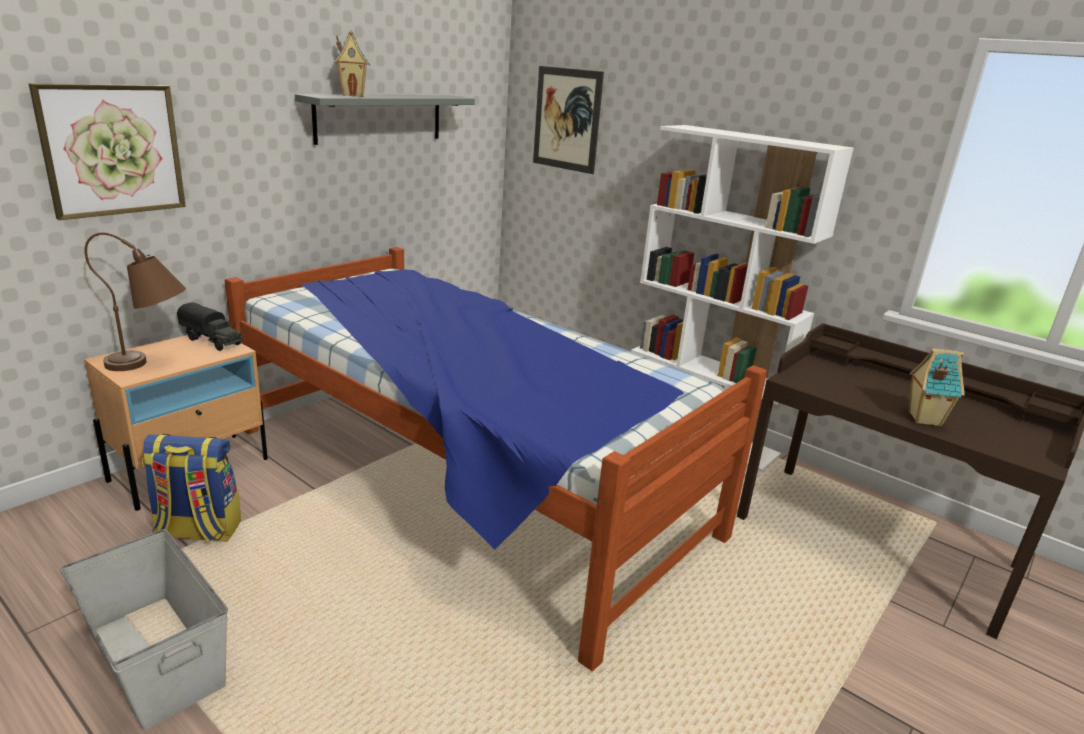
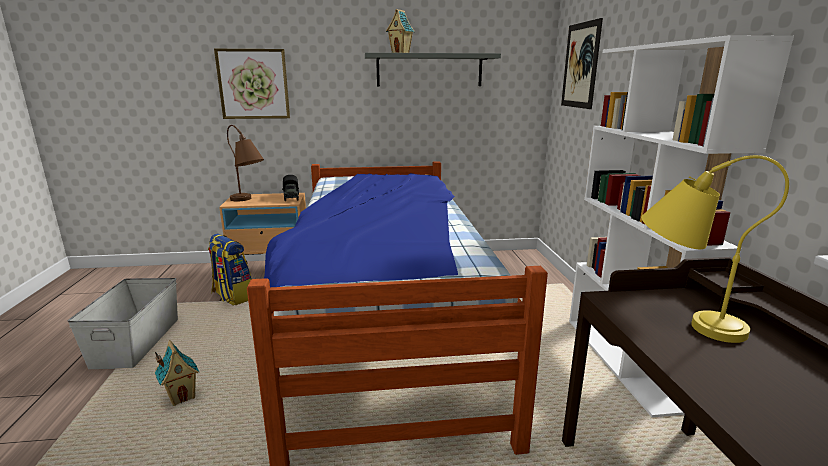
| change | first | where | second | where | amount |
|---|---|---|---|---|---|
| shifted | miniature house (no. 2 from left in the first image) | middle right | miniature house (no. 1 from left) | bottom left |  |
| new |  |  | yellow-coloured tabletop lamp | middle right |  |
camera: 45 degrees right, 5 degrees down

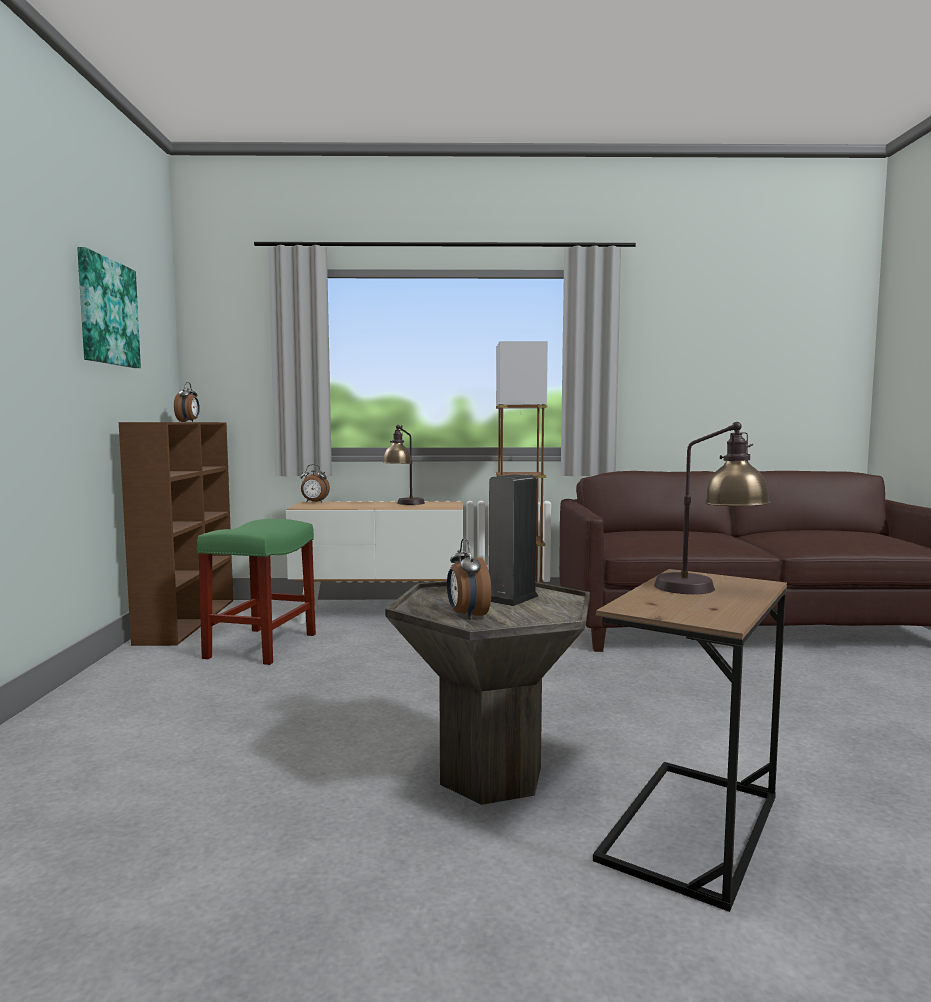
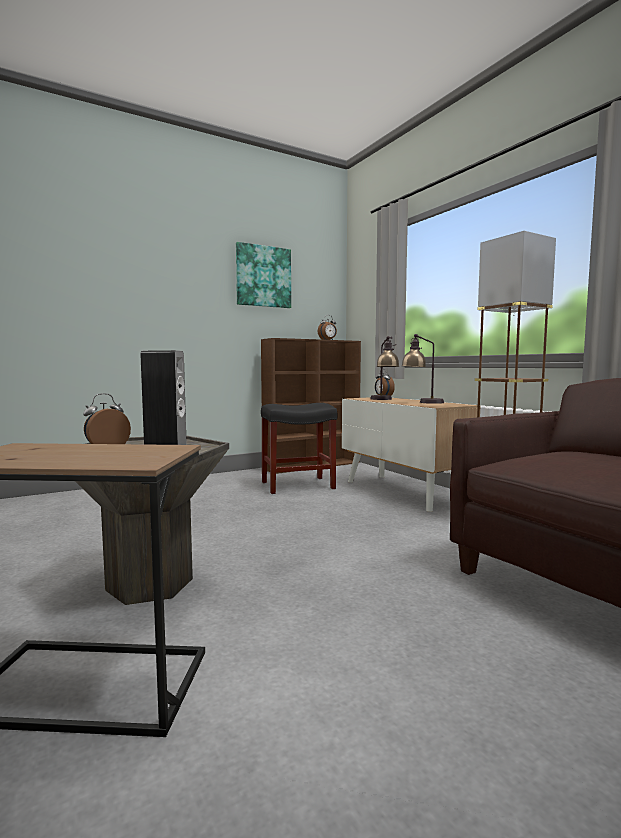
| change | first | where | second | where | amount |
|---|---|---|---|---|---|
| repainted | greenish stool | middle left | blackish stool | centre |  |
| shifted | tabletop lamp (no. 2 from left in the first image) | middle right | tabletop lamp (no. 1 from left) | centre |  |
camera: 60 degrees right, 0 degrees up

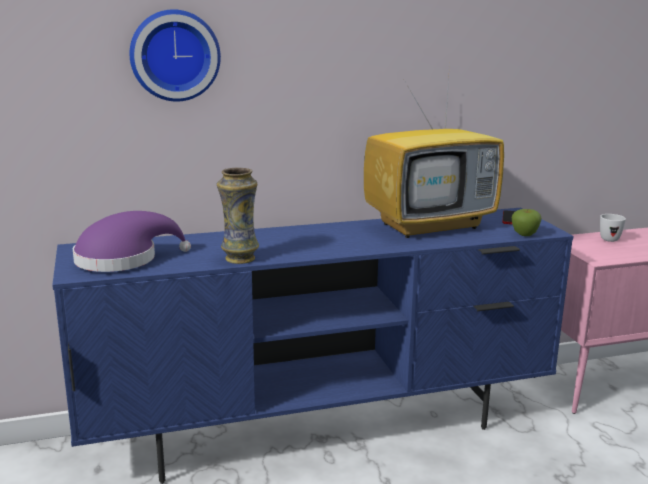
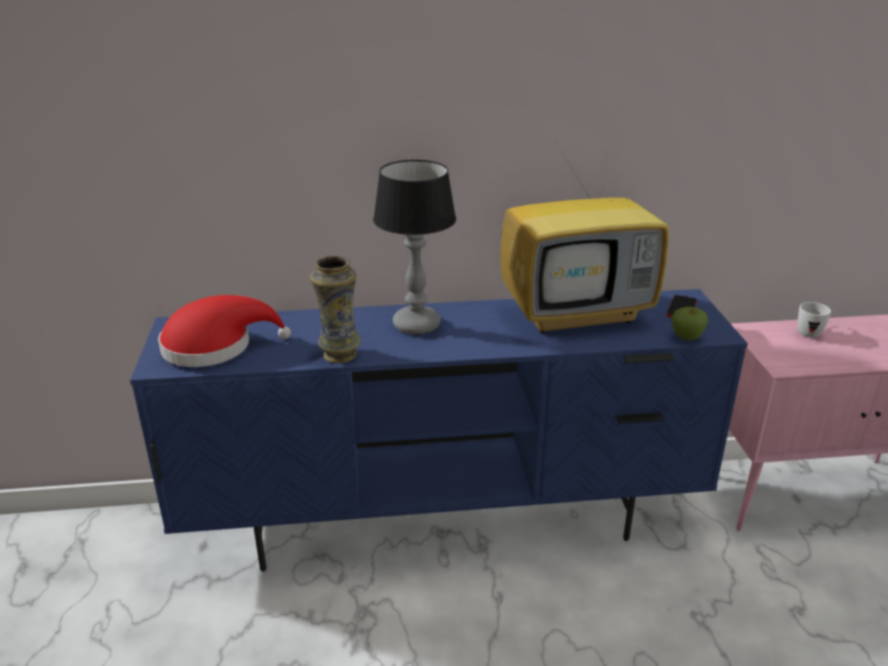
| change | first | where | second | where | amount |
|---|---|---|---|---|---|
| repainted | purplish wearable hat | middle left | reddish wearable hat | middle left |  |
| new |  |  | tabletop lamp | centre |  |
| gone | hanging clock | top left |  |  |  |
camera: 10 degrees right, 10 degrees up

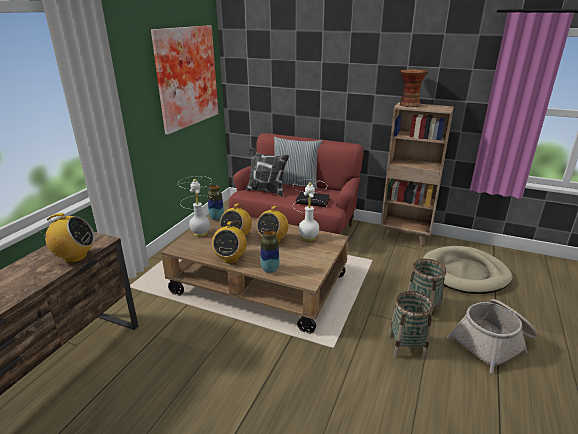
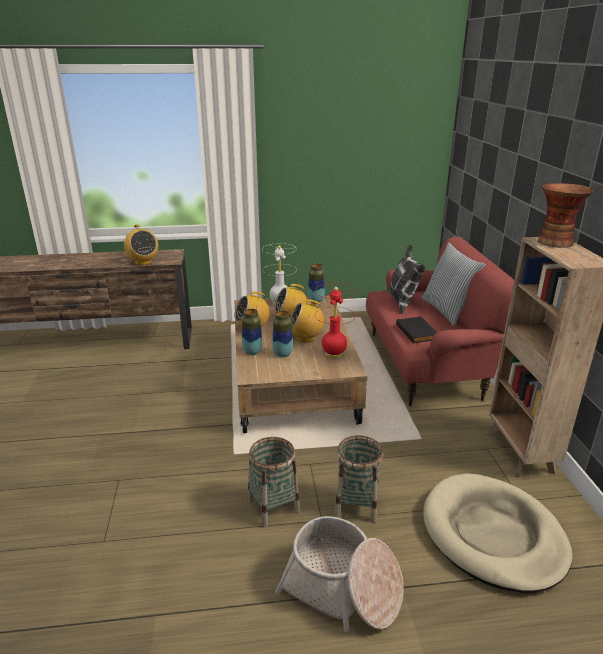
| change | first | where | second | where | amount |
|---|---|---|---|---|---|
| new |  |  | vase (no. 2 from left) | centre |  |
| repainted | whitish tabletop lamp (no. 2 from left) | centre | reddish tabletop lamp | centre |  |
| gone | wall art | top left |  |  |  |
camera: 60 degrees right, 0 degrees up

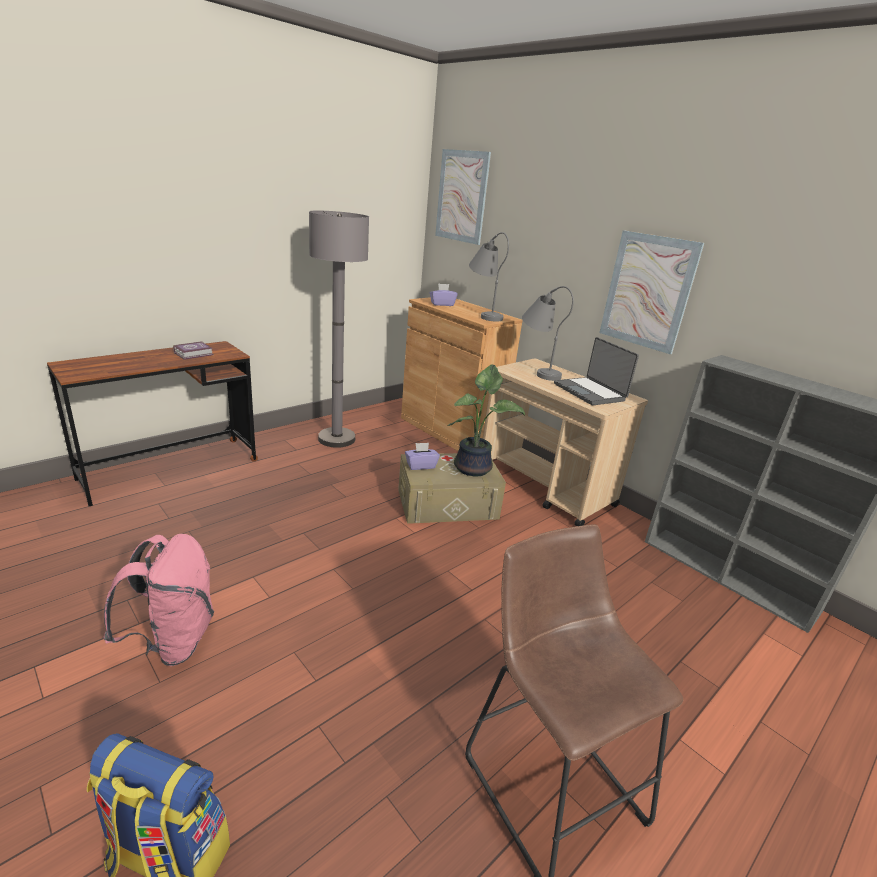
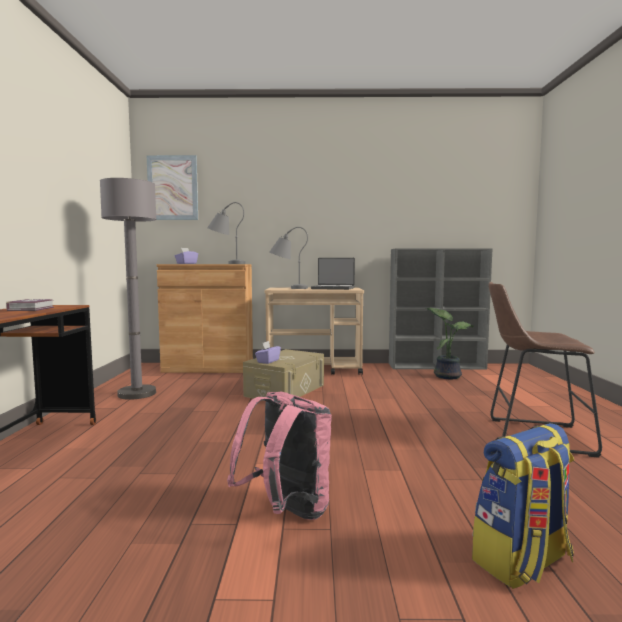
| change | first | where | second | where | amount |
|---|---|---|---|---|---|
| shifted | plant in a pot | centre |  | middle right |  |
| gone | wall art (no. 2 from left) | top right |  |  |  |
camera: 45 degrees left, 20 degrees down

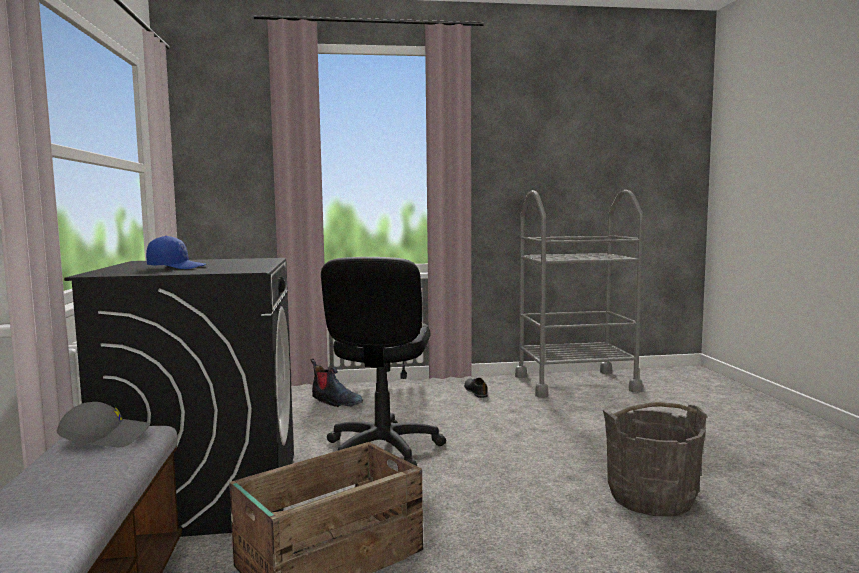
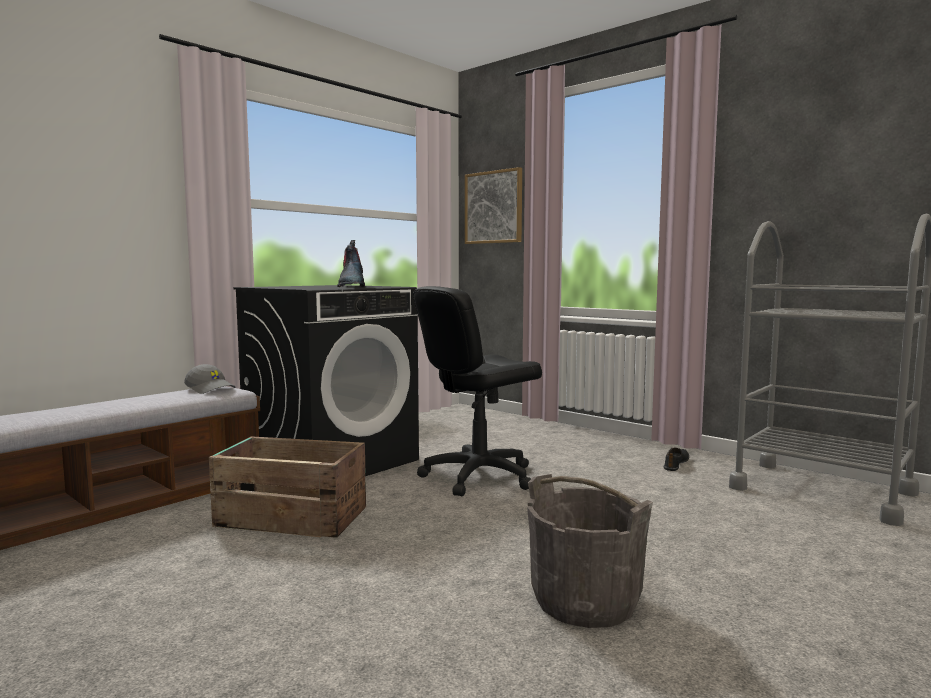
| change | first | where | second | where | amount |
|---|---|---|---|---|---|
| shifted | high-top boot | bottom centre |  | centre |  |
| new |  |  | wall art | top centre |  |
| gone | blue-coloured baseball cap | middle left |  |  |  |
camera: 50 degrees right, 0 degrees up

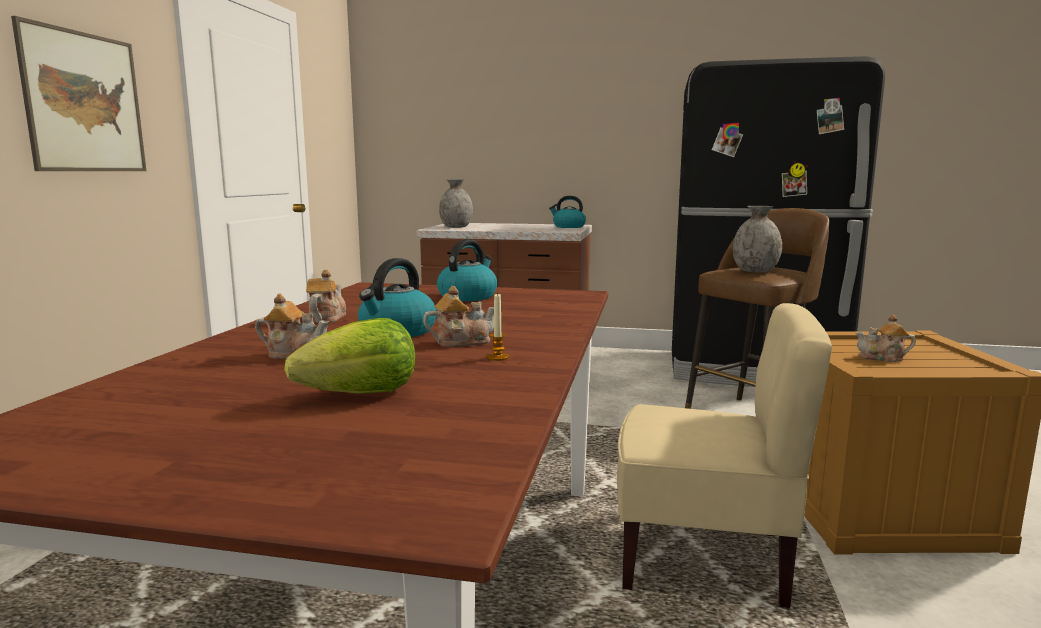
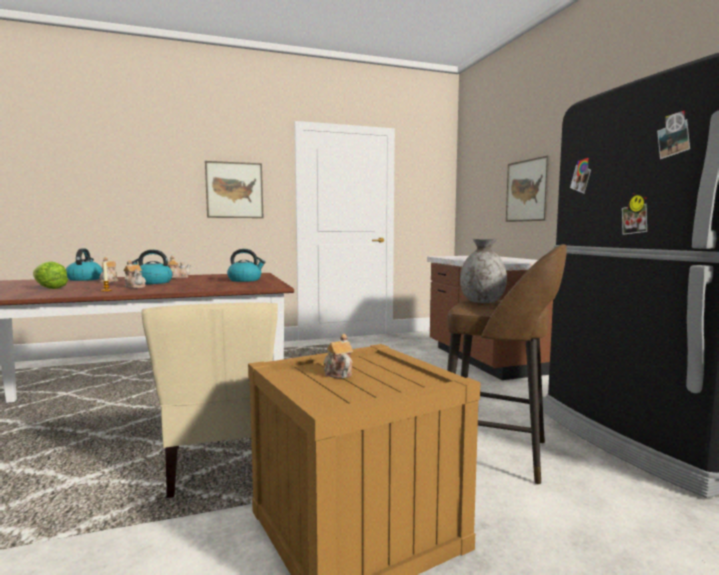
| change | first | where | second | where | amount |
|---|---|---|---|---|---|
| shifted | water kettle (no. 3 from left in the first image) | centre | water kettle (no. 1 from left) | middle left |  |
| new |  |  | wall art (no. 2 from left) | top right |  |
| gone | gray vase (no. 1 from left) | top centre |  |  |  |
camera: 60 degrees right, 5 degrees down

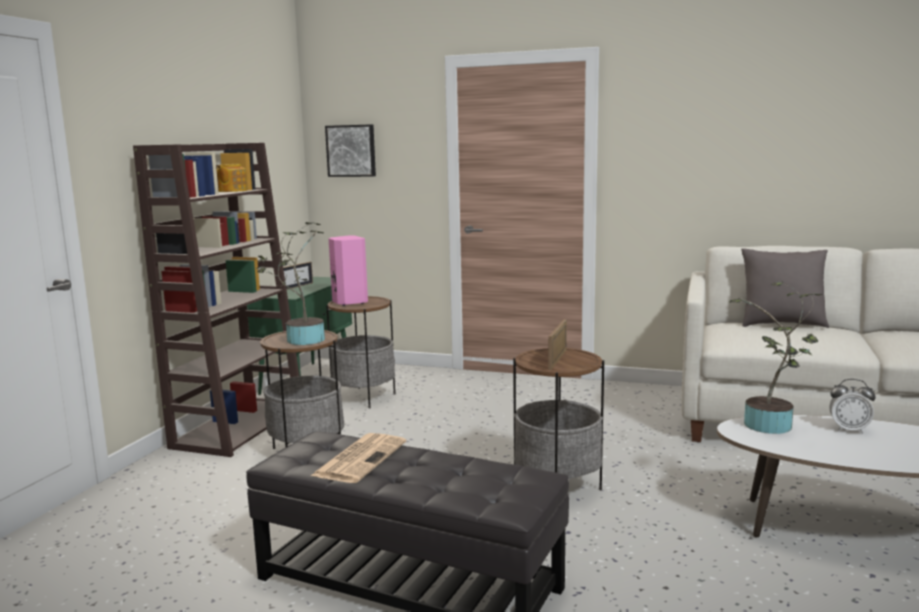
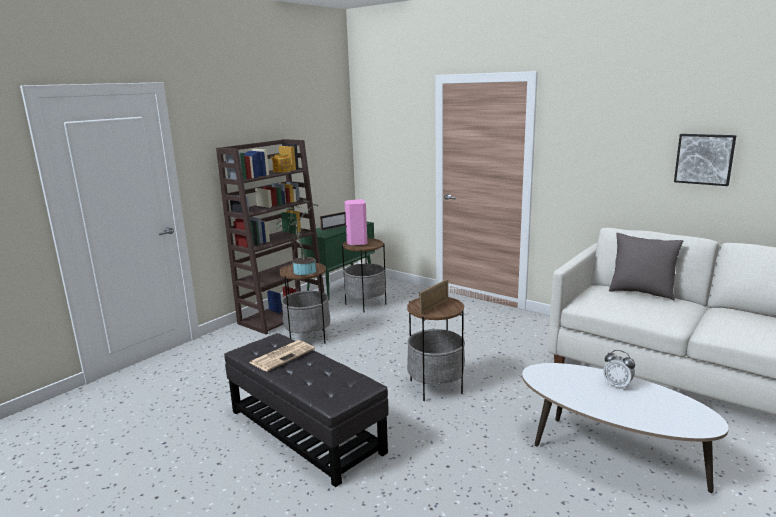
| change | first | where | second | where | amount |
|---|---|---|---|---|---|
| shifted | wall art | top centre |  | top right |  |
| gone | plant in a pot (no. 2 from left) | middle right |  |  |  |
camera: 20 degrees right, 5 degrees up

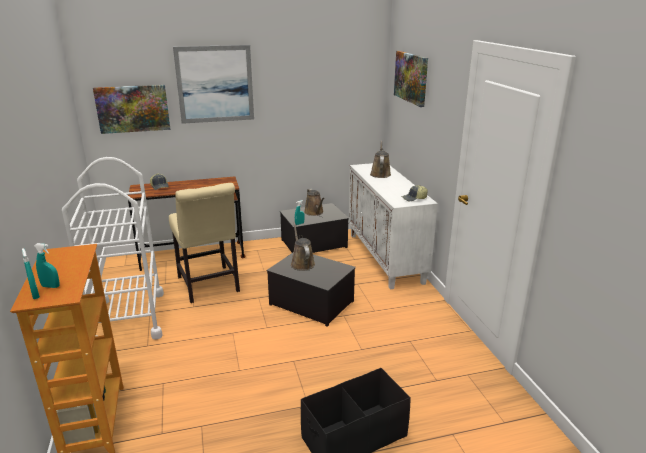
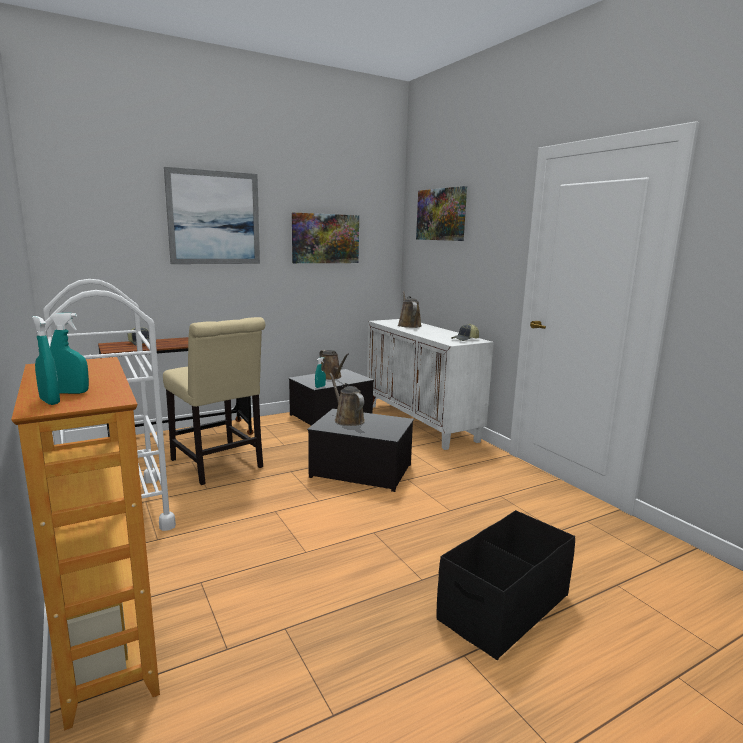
| change | first | where | second | where | amount |
|---|---|---|---|---|---|
| shifted | wall art (no. 1 from left in the first image) | top left | wall art (no. 2 from left) | top centre |  |
camera: 15 degrees left, 10 degrees down

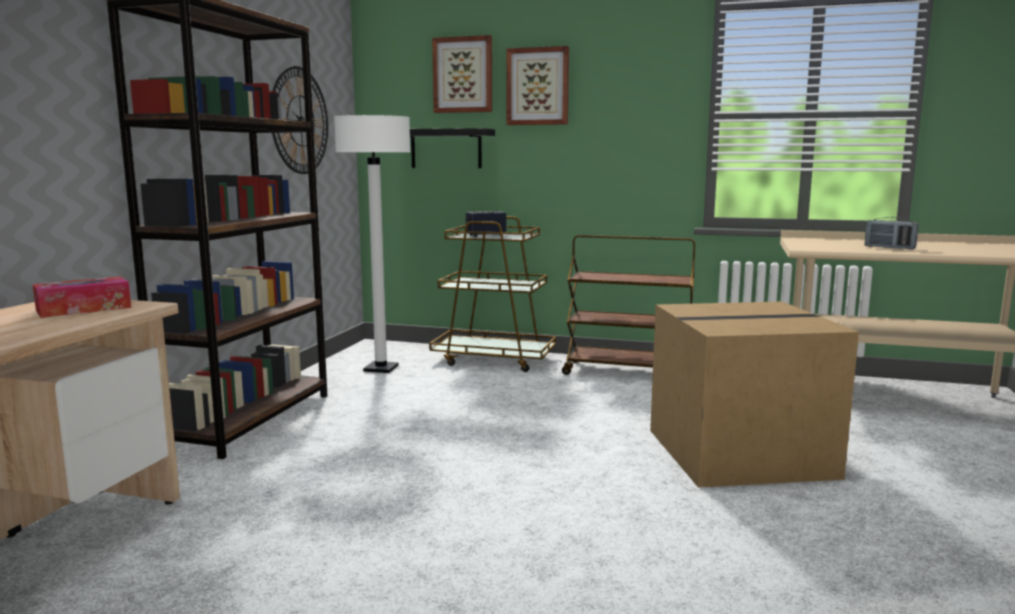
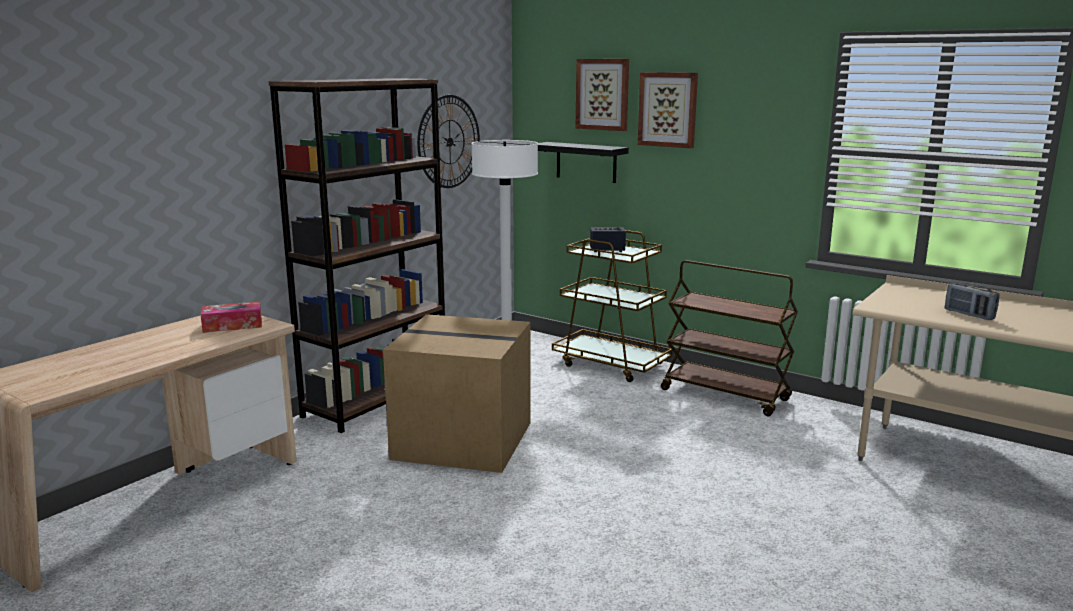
| change | first | where | second | where | amount |
|---|---|---|---|---|---|
| shifted | cardboard box | middle right |  | centre |  |
camera: 20 degrees right, 5 degrees up

